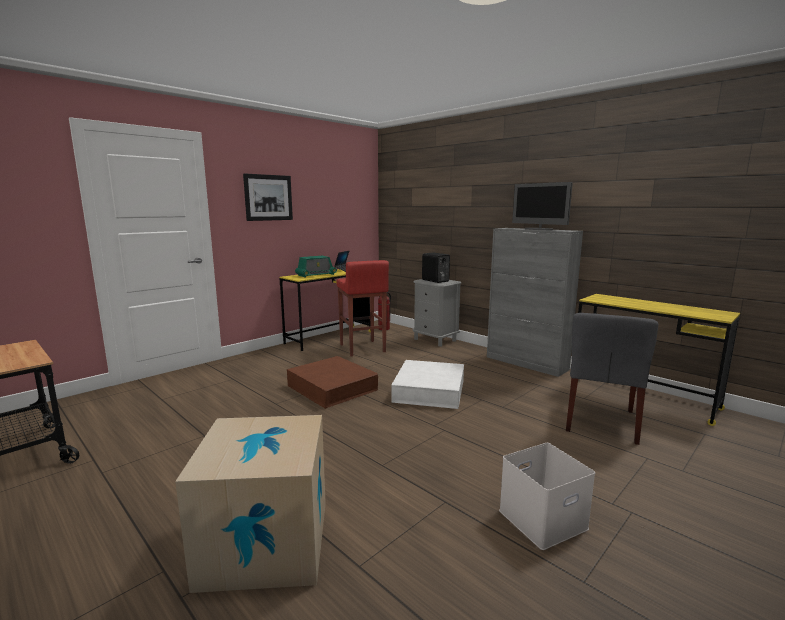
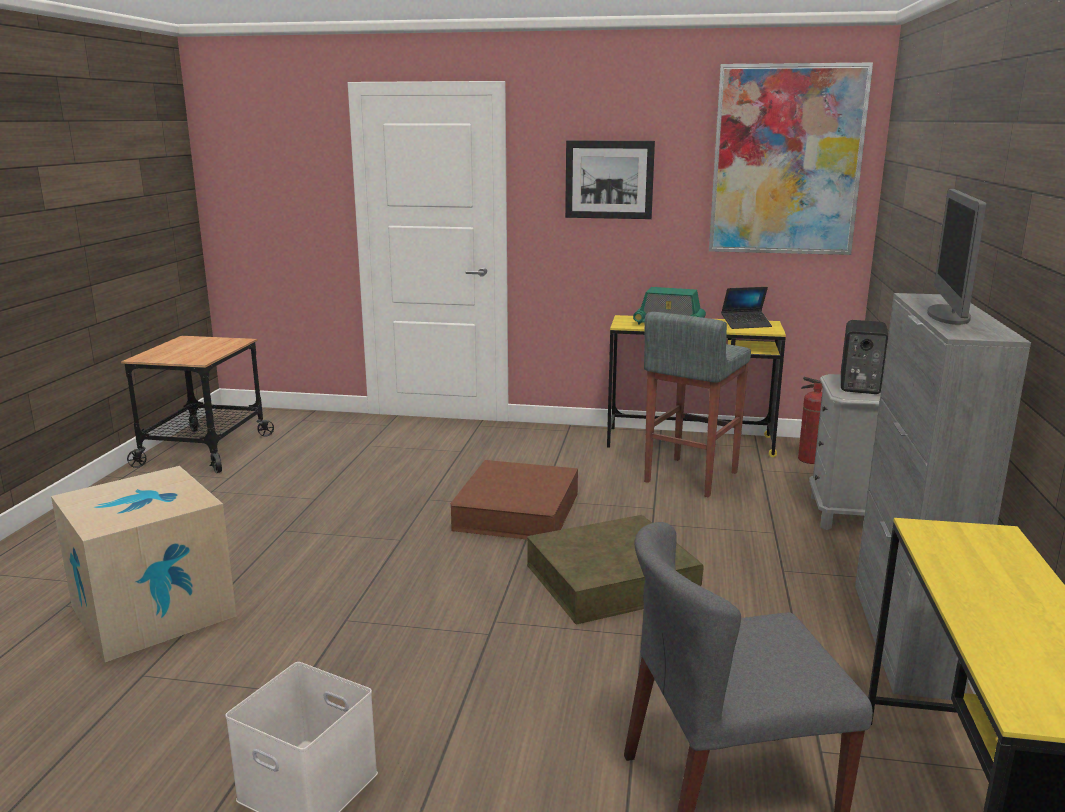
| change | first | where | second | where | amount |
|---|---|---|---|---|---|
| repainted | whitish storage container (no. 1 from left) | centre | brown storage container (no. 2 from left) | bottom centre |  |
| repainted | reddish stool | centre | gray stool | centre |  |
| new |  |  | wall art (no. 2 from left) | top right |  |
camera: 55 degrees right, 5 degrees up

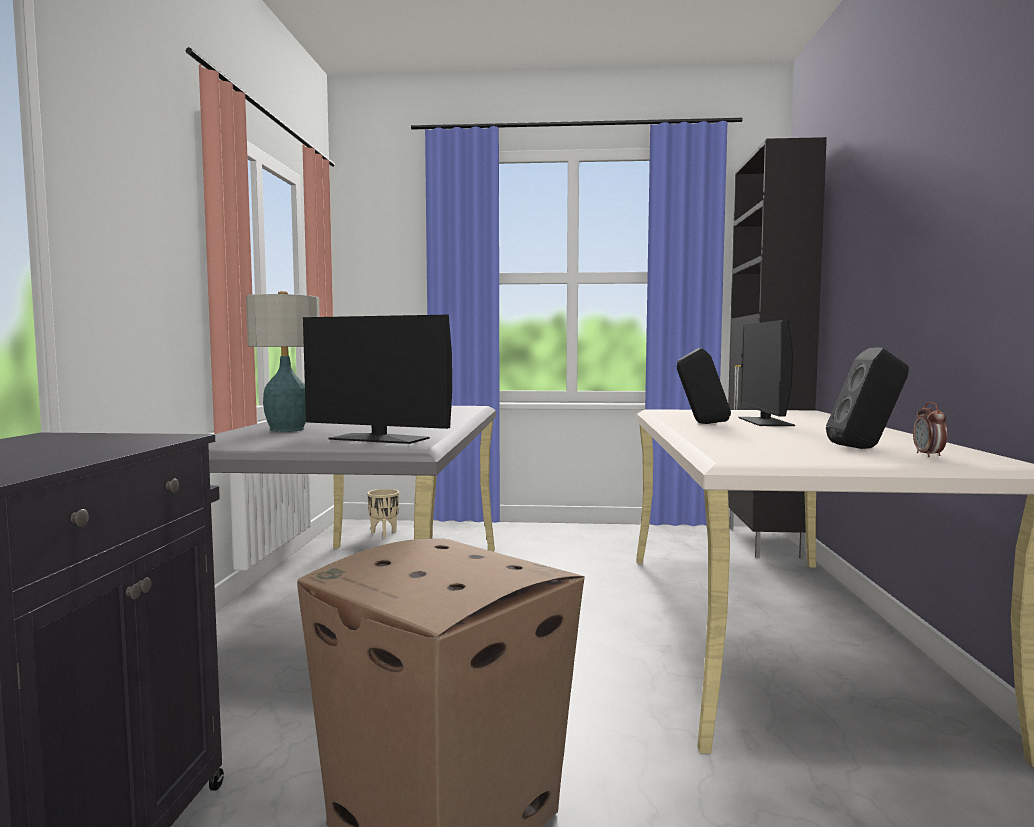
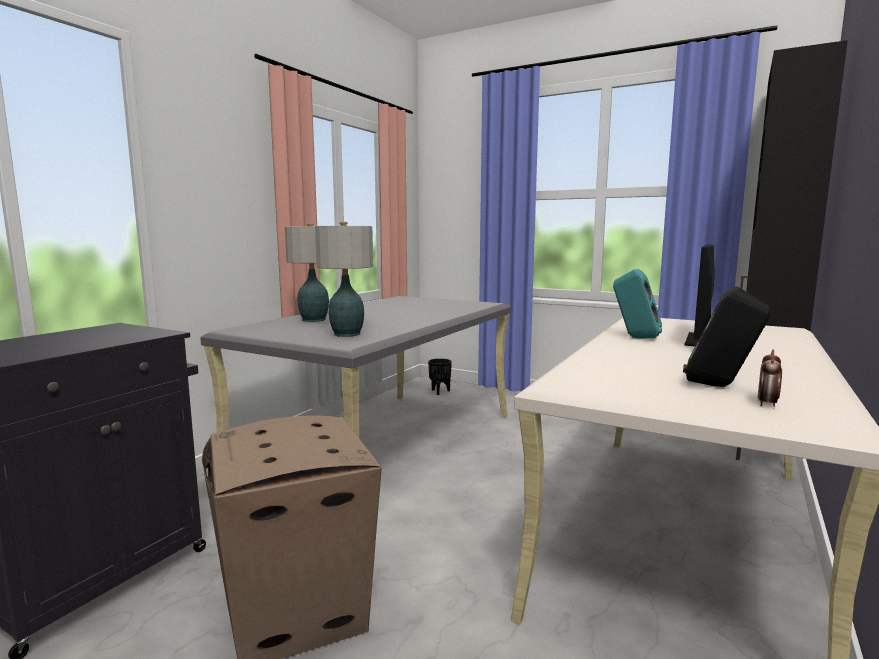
| change | first | where | second | where | amount |
|---|---|---|---|---|---|
| swapped | computer display (no. 1 from left) | centre | tabletop lamp (no. 2 from left) | centre |  |
| repainted | beige flower pot | centre | blackish flower pot | centre |  |
| repainted | blackish audio speaker (no. 1 from left) | middle right | turquoise-coloured audio speaker | middle right |  |
camera: 25 degrees right, 5 degrees up

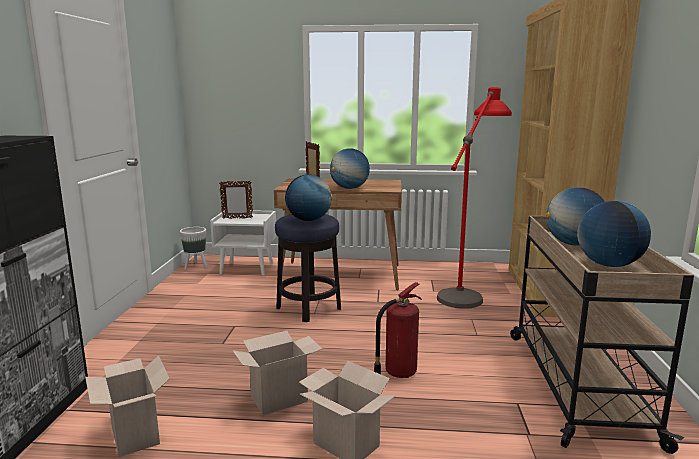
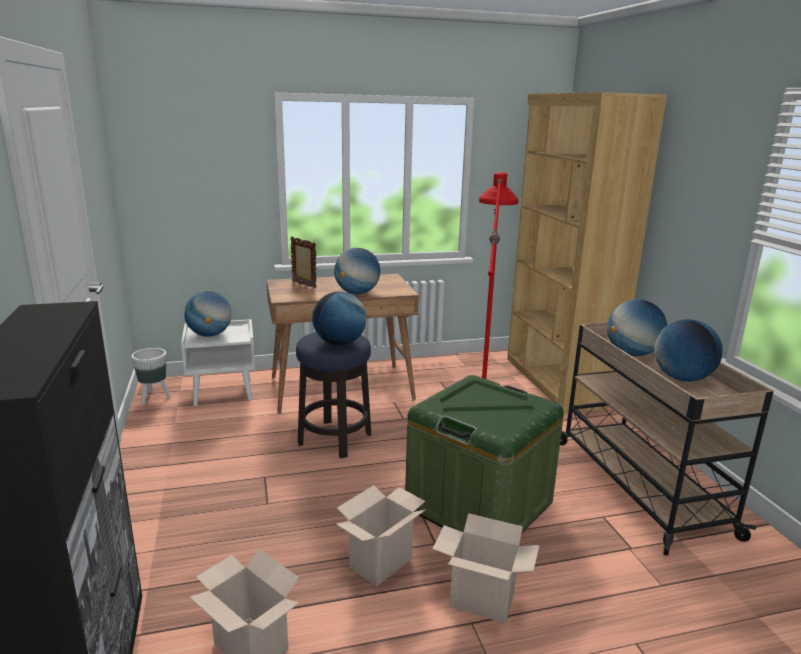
| change | first | where | second | where | amount |
|---|---|---|---|---|---|
| swapped | picture frame (no. 1 from left) | centre | world globe (no. 1 from left) | middle left |  |
| swapped | fire-fighting cylinder | bottom centre | greenish storage container | bottom centre |  |
camera: 20 degrees left, 5 degrees up

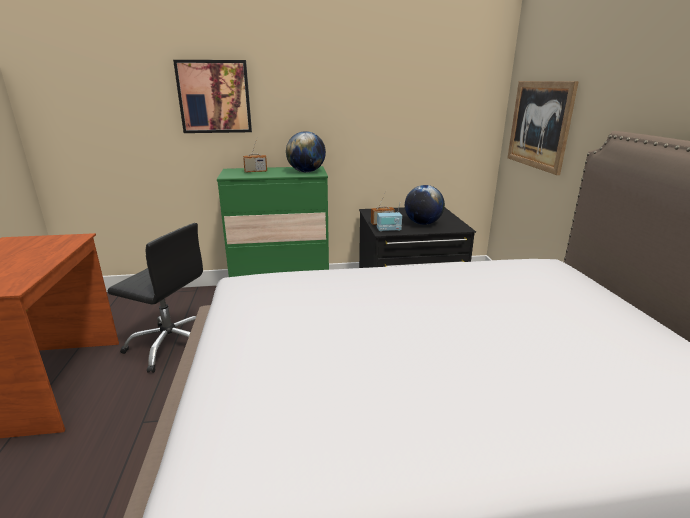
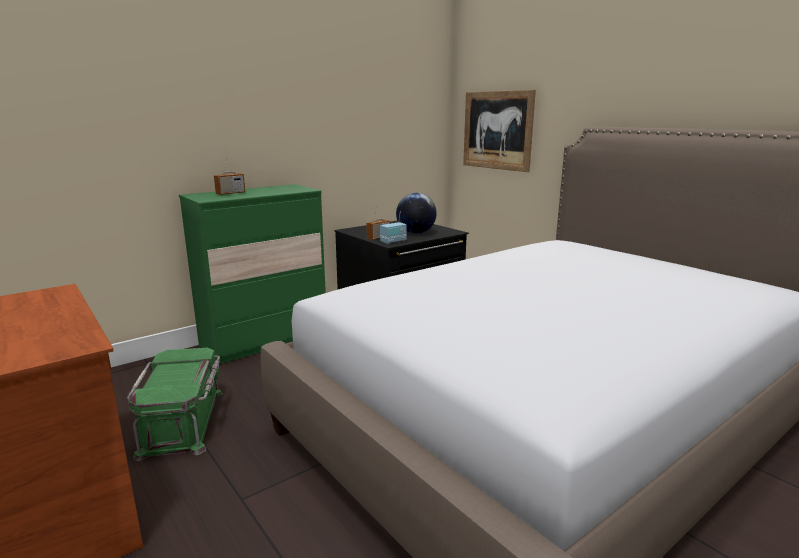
| change | first | where | second | where | amount |
|---|---|---|---|---|---|
| swapped | blackish desk chair | middle left | greenish storage container | bottom left |  |
| gone | wall art (no. 1 from left) | top left |  |  |  |
| gone | world globe (no. 1 from left) | top centre |  |  |  |
camera: 30 degrees left, 5 degrees down

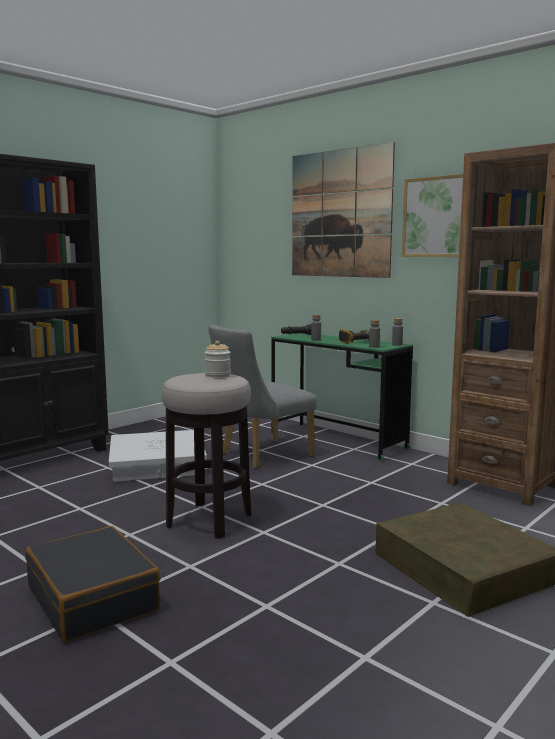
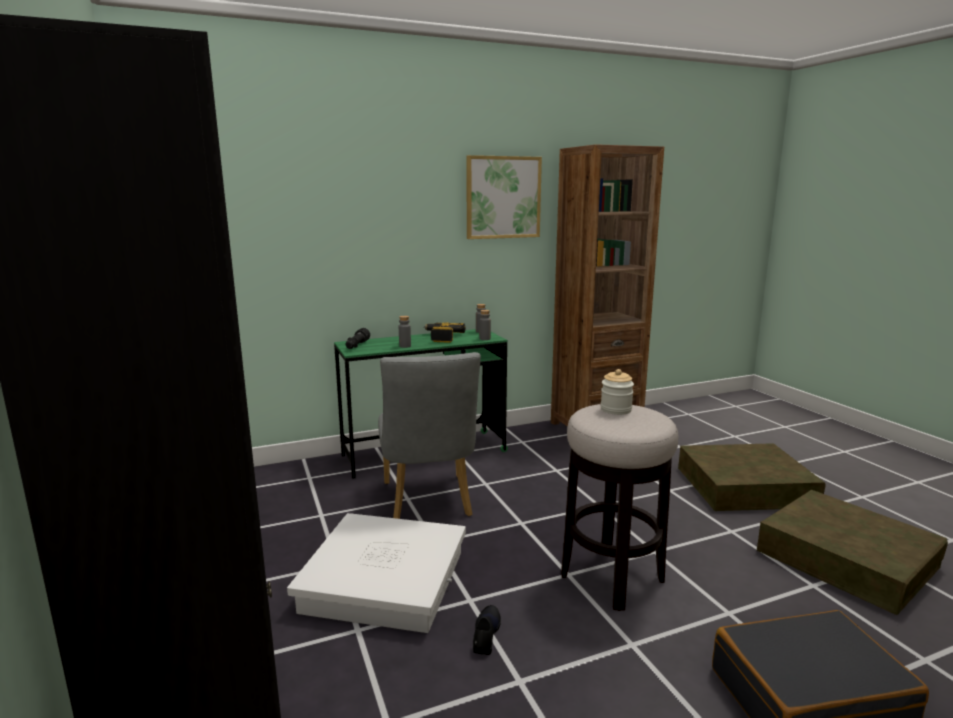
| change | first | where | second | where | amount |
|---|---|---|---|---|---|
| new |  |  | blackish low shoe | bottom centre |  |
| new |  |  | brown storage container (no. 2 from left) | bottom right |  |
| gone | wall art (no. 1 from left) | top centre |  |  |  |
camera: 65 degrees left, 5 degrees up

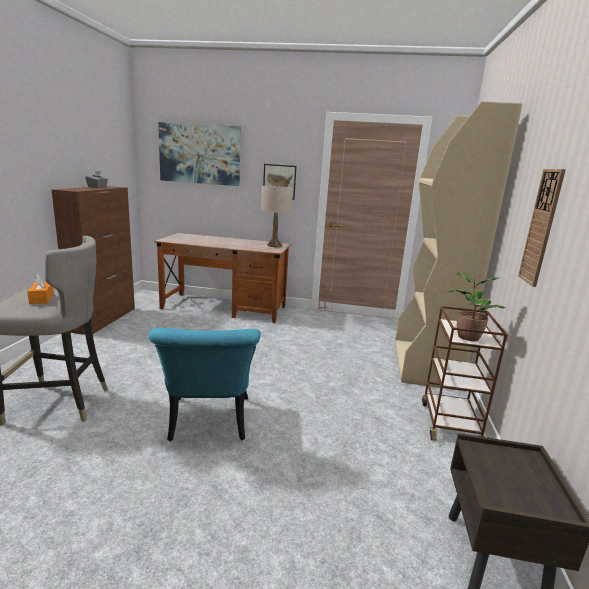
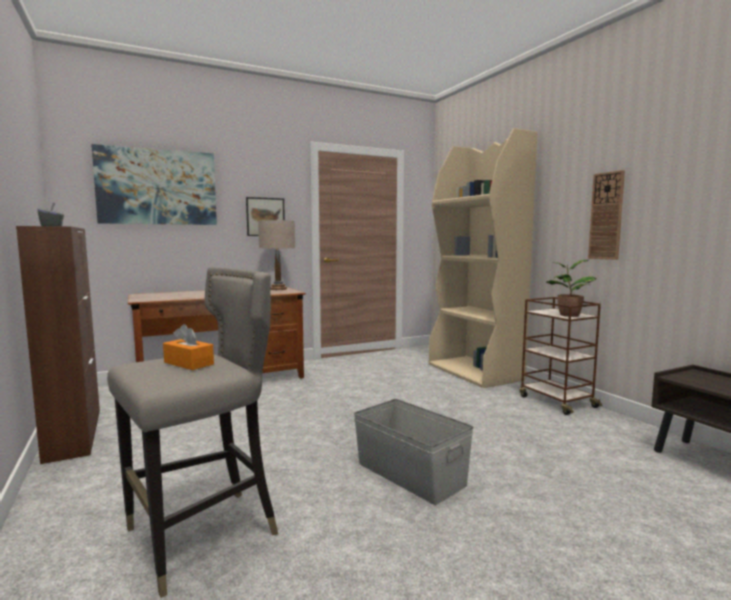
| change | first | where | second | where | amount |
|---|---|---|---|---|---|
| swapped | turquoise-coloured plain chair | centre | gray storage container | bottom centre |  |
camera: 35 degrees left, 10 degrees down

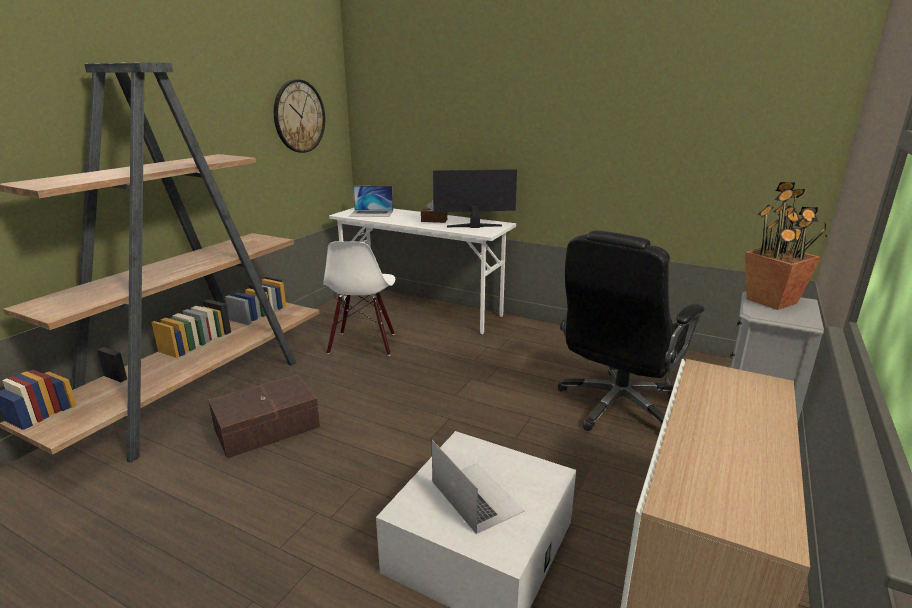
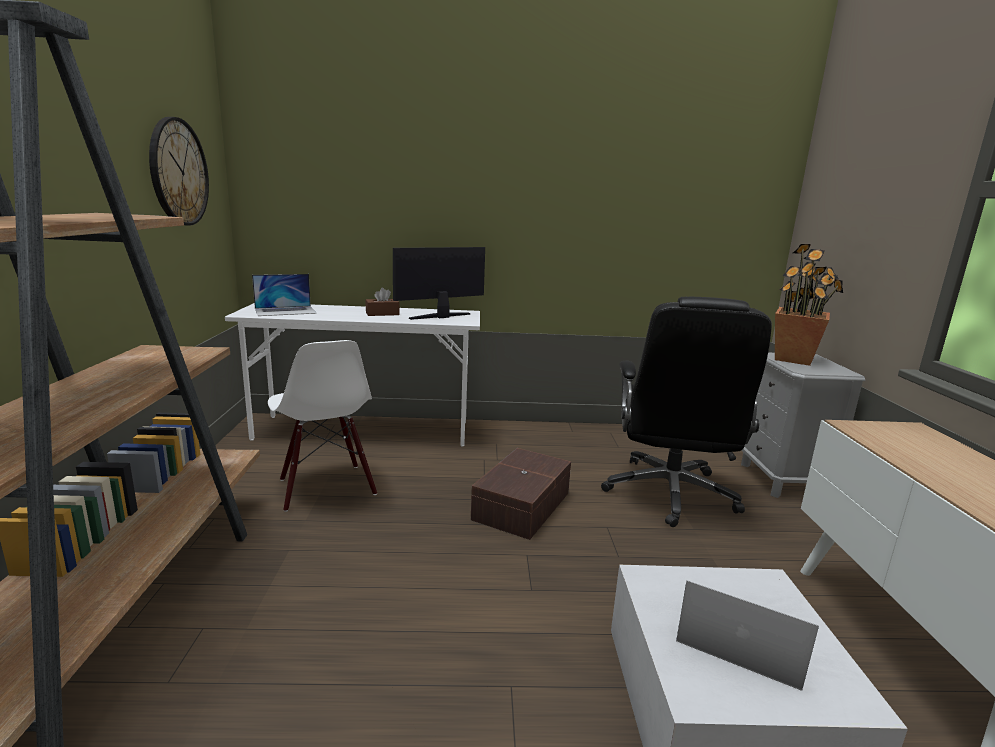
| change | first | where | second | where | amount |
|---|---|---|---|---|---|
| shifted | brown storage container | bottom left |  | centre |  |
camera: 30 degrees left, 5 degrees down

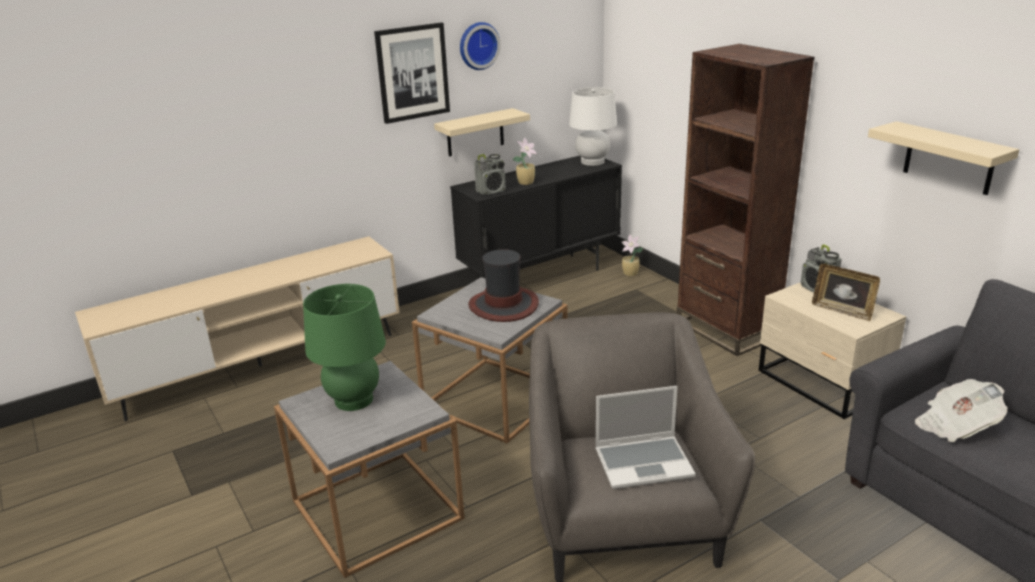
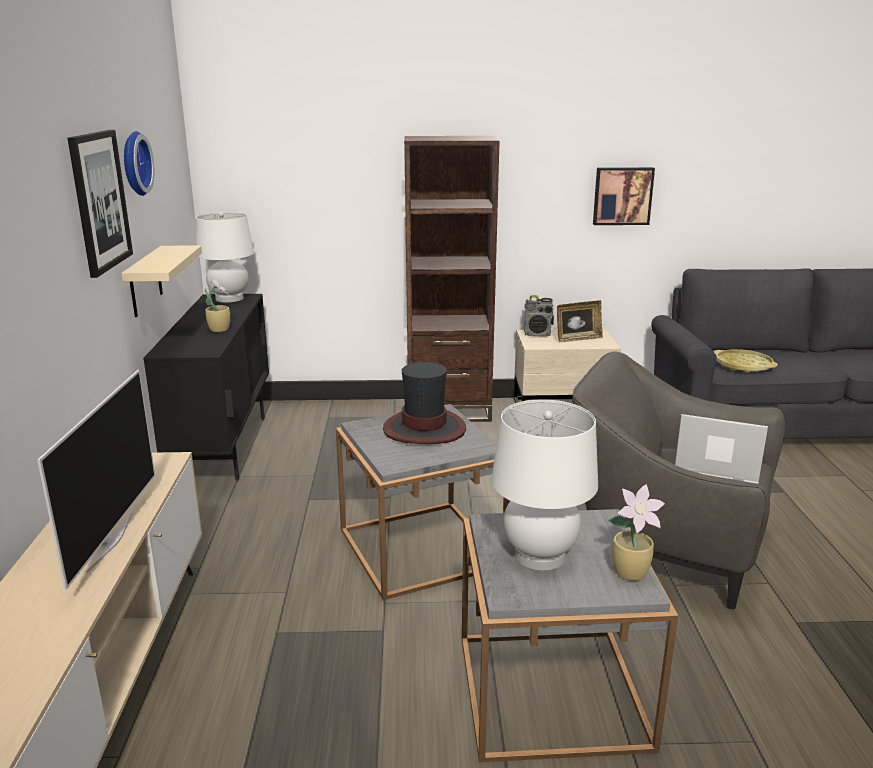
| change | first | where | second | where | amount |
|---|---|---|---|---|---|
| new |  |  | TV set | middle left |  |
| repainted | greenish tabletop lamp | middle left | whitish tabletop lamp (no. 2 from left) | centre |  |
| swapped | beige wall shelf (no. 2 from left) | top right | wall art (no. 2 from left) | top right |  |
| shifted | plant in a pot (no. 2 from left) | centre |  | bottom right |  |
| rotated | notebook computer | bottom centre |  | middle right | 90 degrees counterclockwise |
| swapped | daily paper | bottom right | yellow-coloured tray | middle right |  |
| gone | radio set (no. 1 from left) | top centre |  |  |  |
camera: 60 degrees left, 5 degrees down

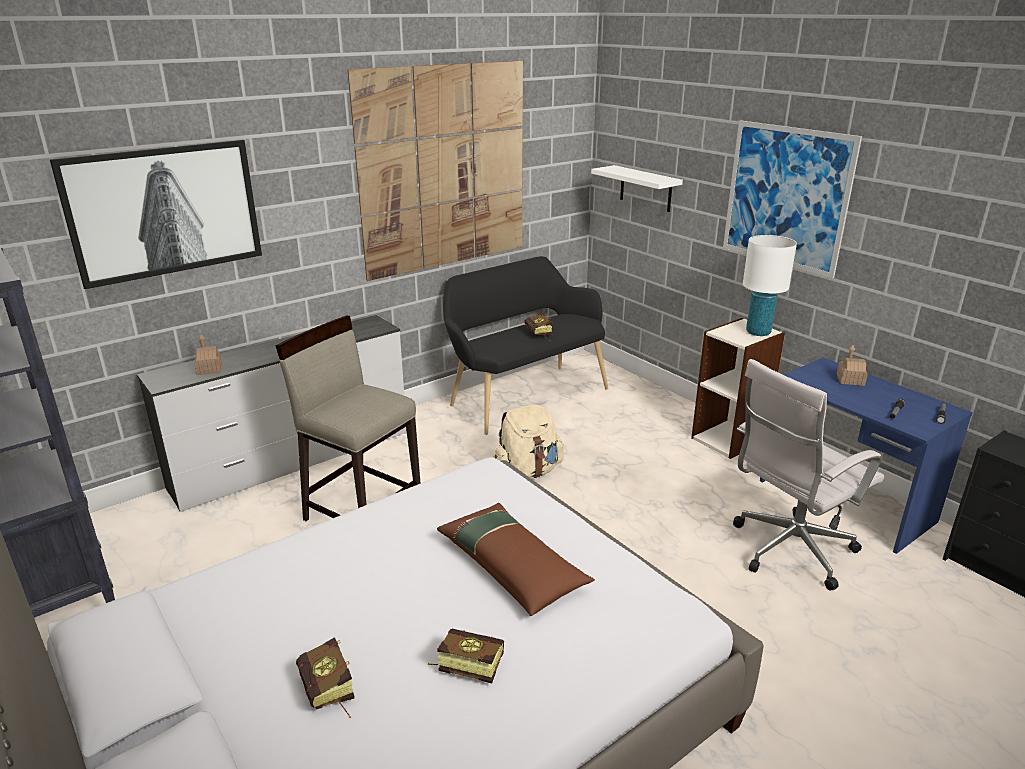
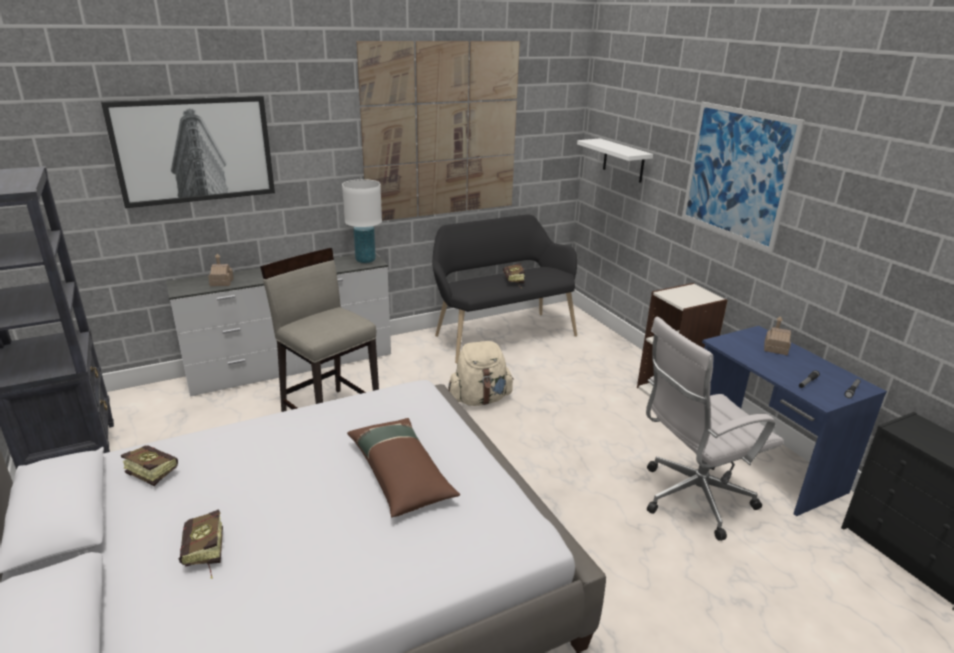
| change | first | where | second | where | amount |
|---|---|---|---|---|---|
| shifted | volume (no. 2 from left in the first image) | bottom centre | volume (no. 1 from left) | bottom left |  |
| shifted | whitish tabletop lamp | middle right |  | centre |  |
camera: 10 degrees right, 0 degrees up

